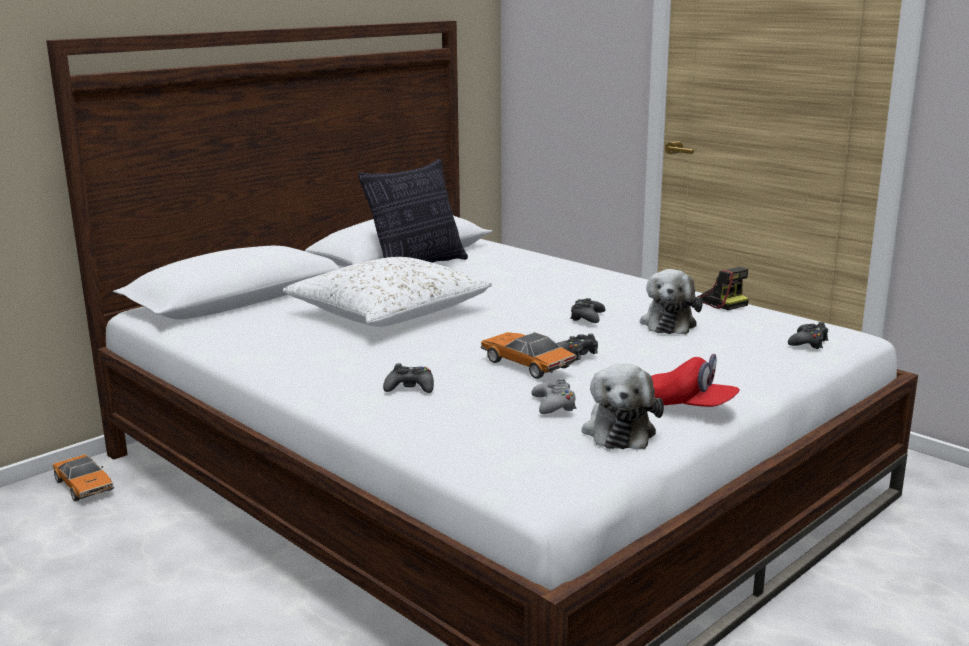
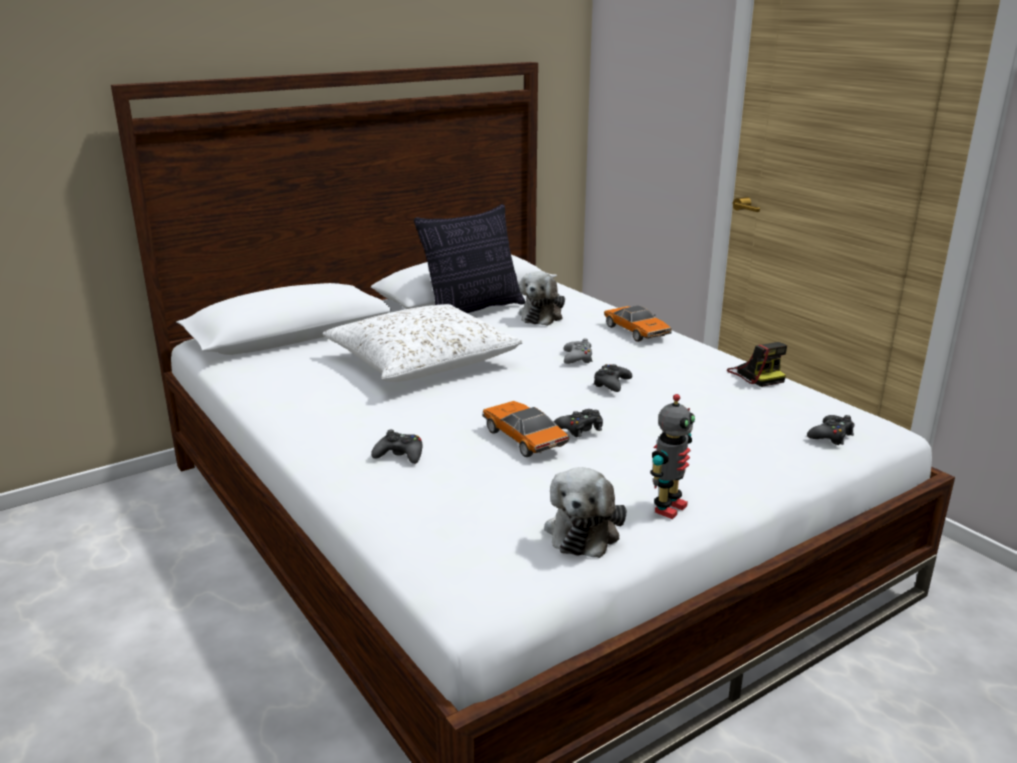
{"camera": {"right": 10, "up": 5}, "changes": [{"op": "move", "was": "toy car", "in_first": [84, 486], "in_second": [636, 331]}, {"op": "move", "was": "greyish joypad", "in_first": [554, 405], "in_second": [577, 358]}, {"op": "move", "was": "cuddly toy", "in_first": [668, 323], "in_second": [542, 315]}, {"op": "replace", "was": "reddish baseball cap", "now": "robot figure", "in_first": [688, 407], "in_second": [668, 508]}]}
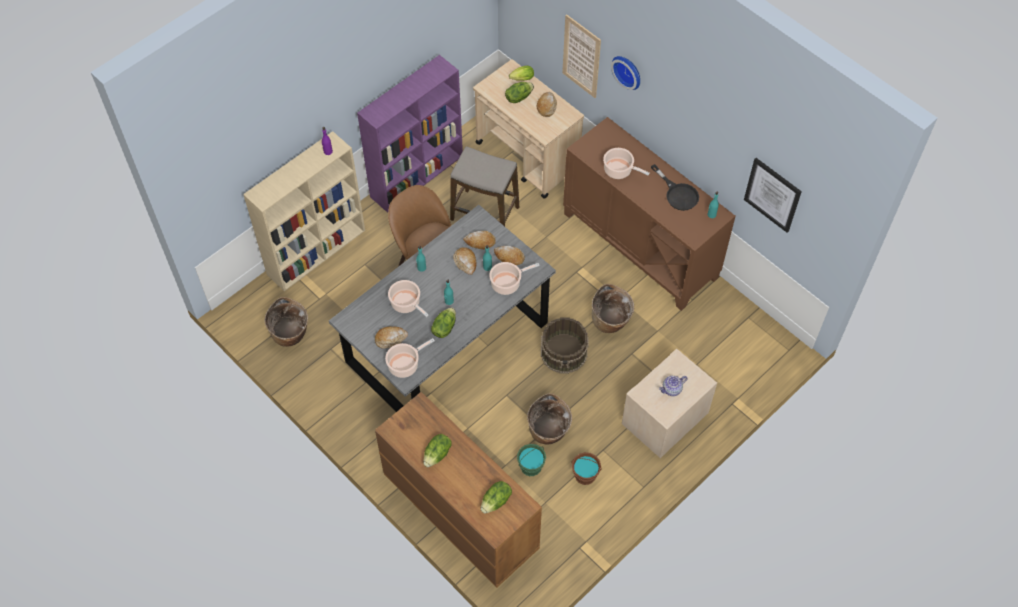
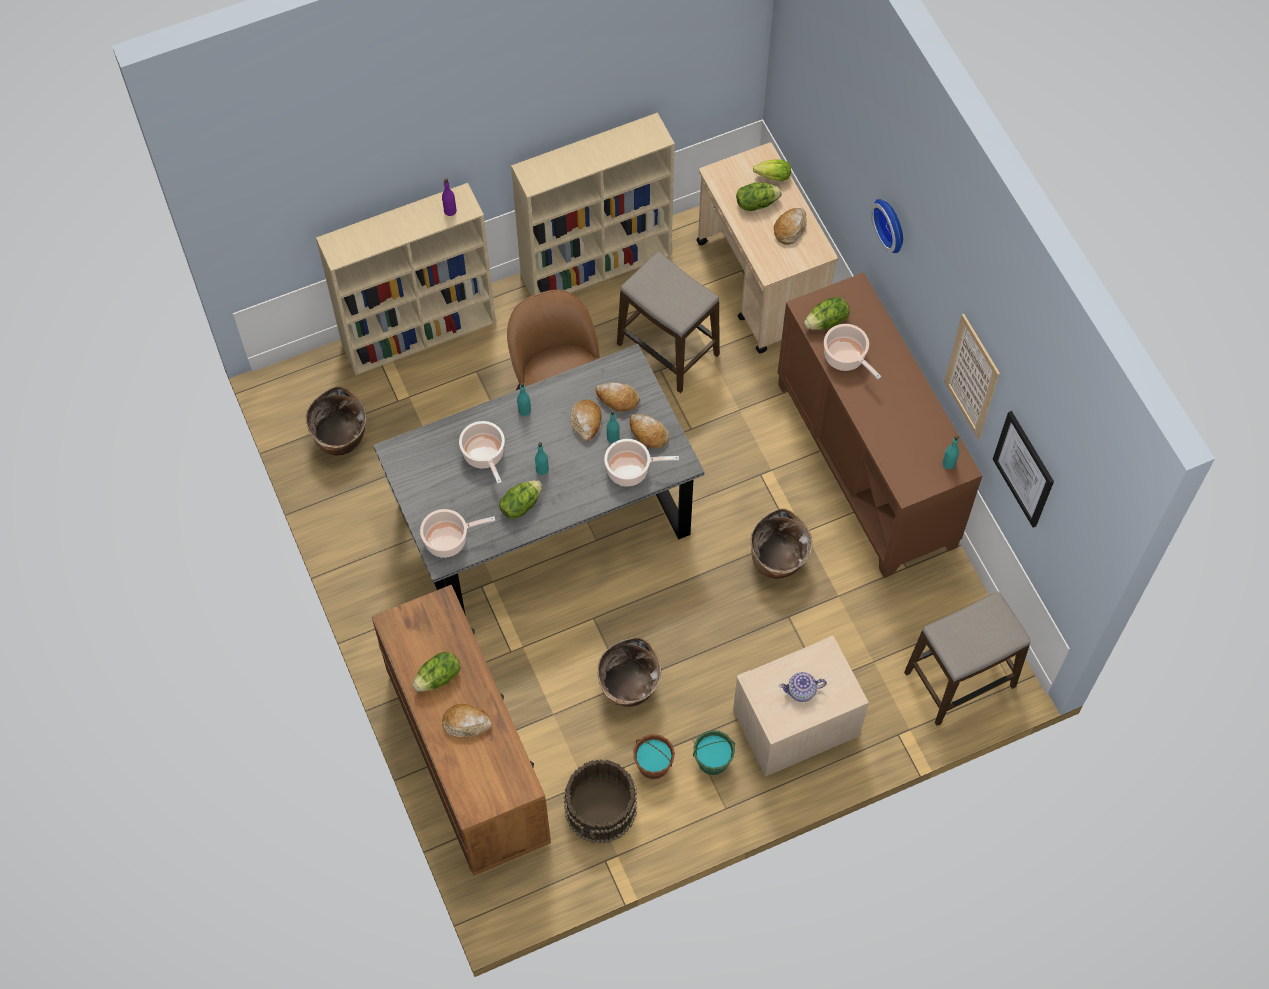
{"camera": {"right": 20, "up": 5}, "changes": [{"op": "recolor", "was": "purple shelving unit", "now": "sand-coloured shelving unit", "in_first": [417, 175], "in_second": [597, 264]}, {"op": "move", "was": "baked bread", "in_first": [391, 339], "in_second": [466, 723]}, {"op": "move", "was": "lettuce head", "in_first": [496, 501], "in_second": [827, 322]}, {"op": "move", "was": "green water bucket", "in_first": [531, 467], "in_second": [712, 761]}, {"op": "move", "was": "brown water bucket", "in_first": [564, 352], "in_second": [601, 808]}, {"op": "move", "was": "wall picture", "in_first": [581, 56], "in_second": [972, 377]}, {"op": "delete", "was": "blackish pan", "in_first": [678, 194]}, {"op": "insert", "now": "stool seat", "in_second": [960, 680]}]}
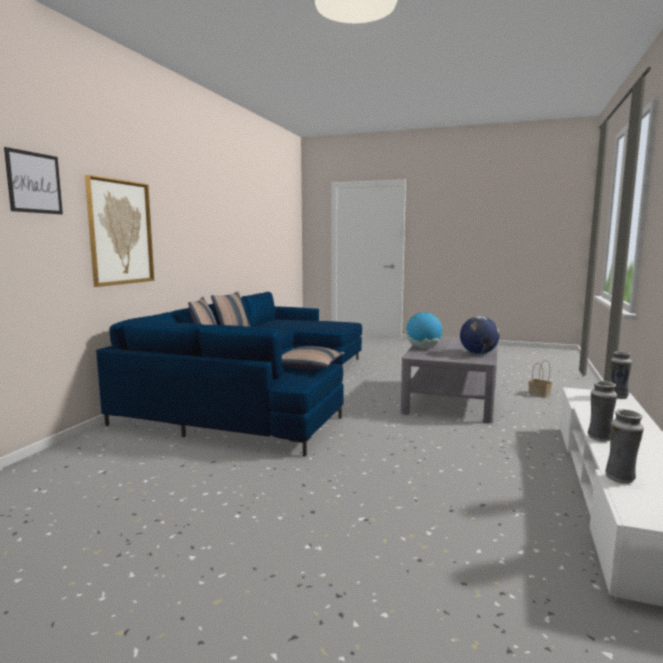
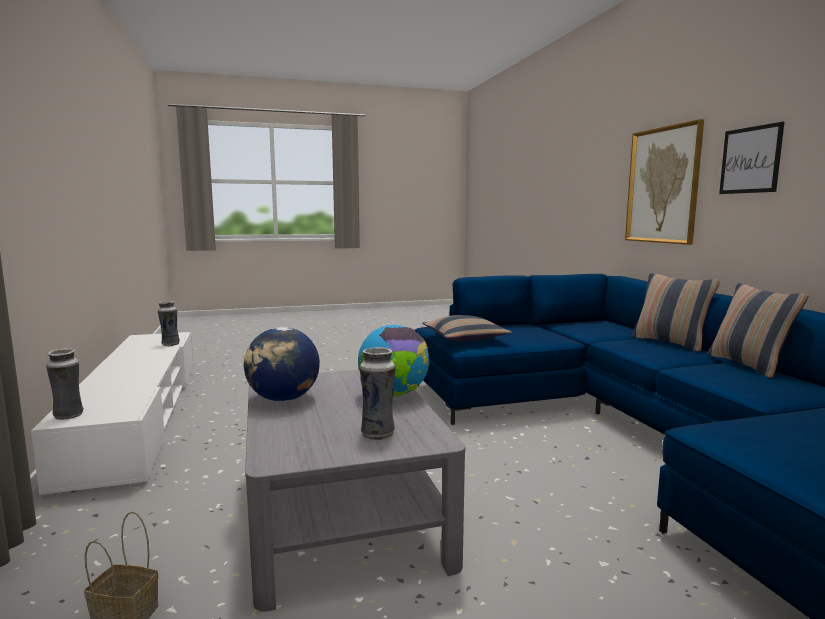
{"camera": {"right": 145, "up": 0}, "changes": [{"op": "move", "was": "wall picture", "in_first": [34, 182], "in_second": [750, 160]}, {"op": "move", "was": "vase", "in_first": [599, 438], "in_second": [378, 434]}]}
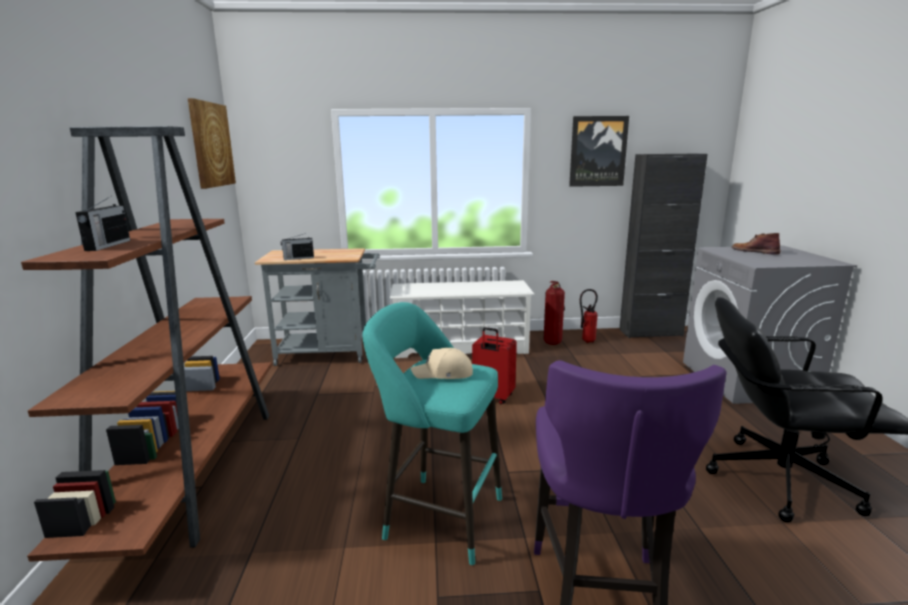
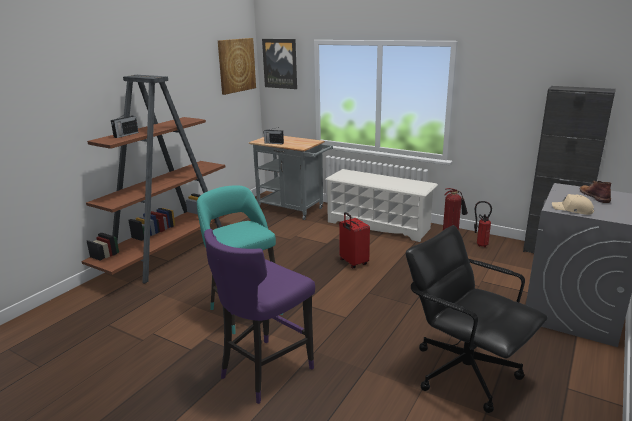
{"camera": {"right": 35, "up": 5}, "changes": [{"op": "move", "was": "sand-coloured baseball cap", "in_first": [443, 373], "in_second": [572, 210]}, {"op": "move", "was": "wall picture", "in_first": [598, 151], "in_second": [280, 63]}]}
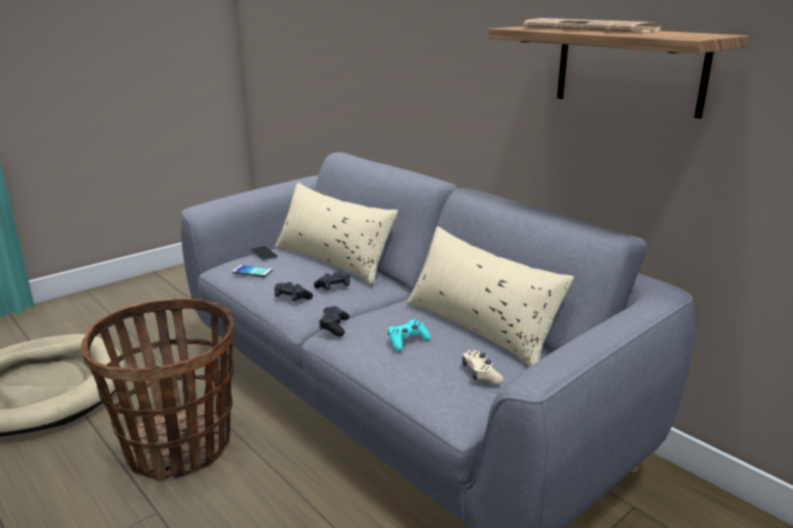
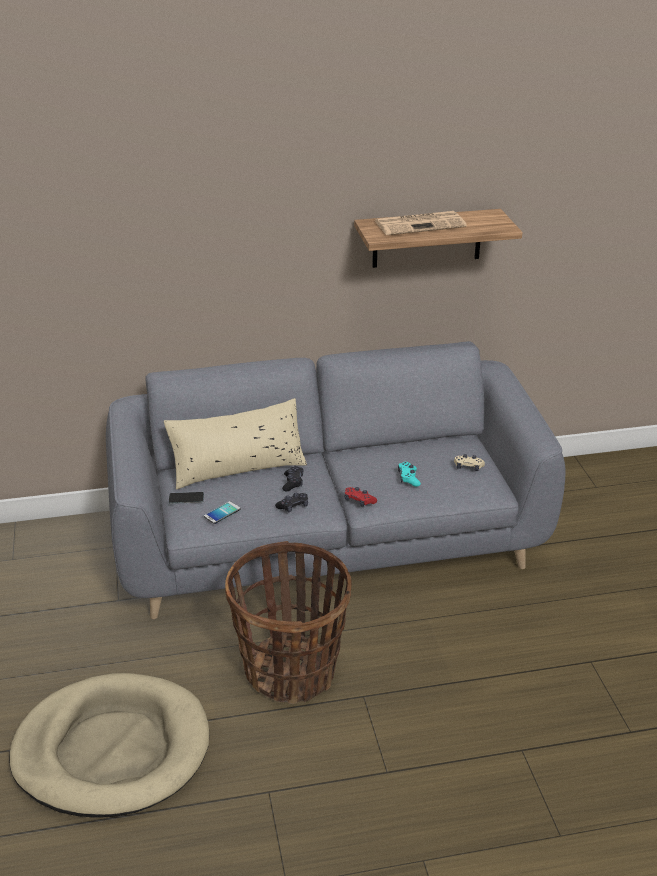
{"camera": {"right": -60, "up": 10}, "changes": [{"op": "recolor", "was": "blackish joypad", "now": "reddish joypad", "in_first": [334, 327], "in_second": [359, 501]}, {"op": "delete", "was": "sand-coloured cushion", "in_first": [480, 326]}]}
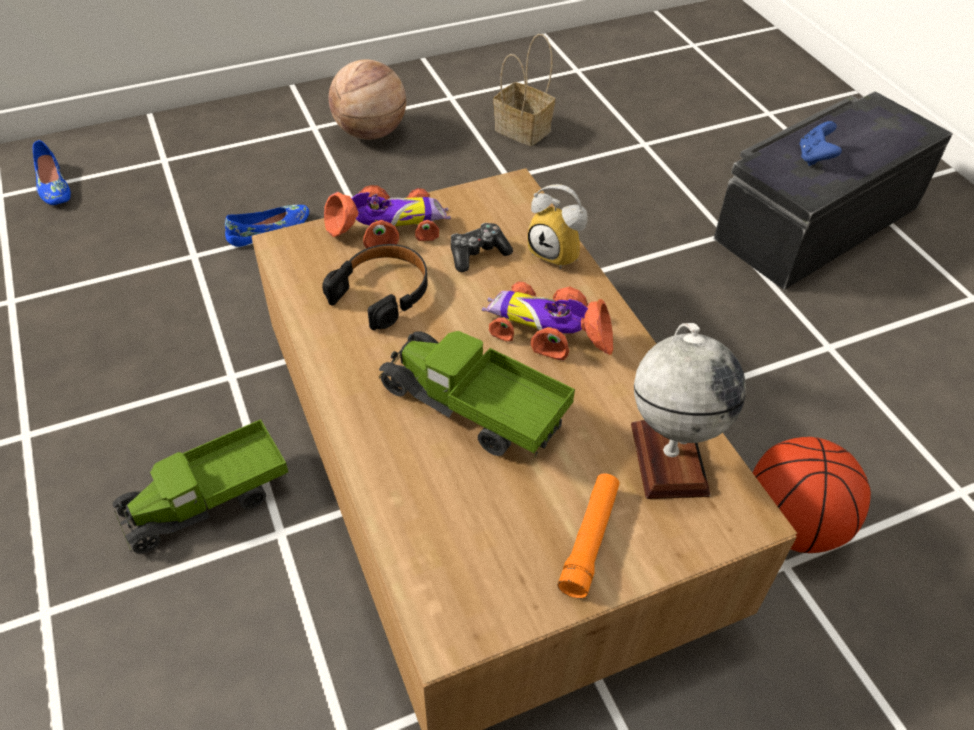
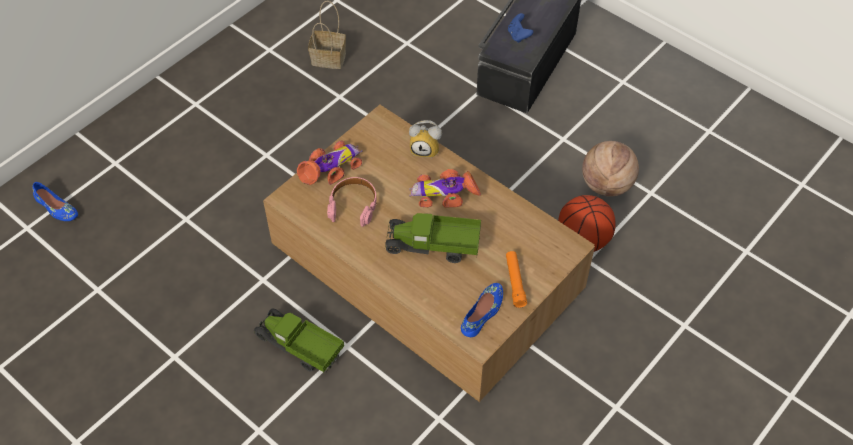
{"camera": {"right": -25, "up": 5}, "changes": [{"op": "rotate", "was": "toy lorry", "in_first": [208, 501], "in_second": [299, 347], "clockwise": 90}, {"op": "move", "was": "bluish item of footwear", "in_first": [270, 231], "in_second": [483, 313]}, {"op": "recolor", "was": "blackish headset", "now": "pinkish headset", "in_first": [382, 292], "in_second": [353, 205]}, {"op": "move", "was": "basketball", "in_first": [371, 132], "in_second": [606, 185]}, {"op": "delete", "was": "joypad", "in_first": [478, 254]}, {"op": "delete", "was": "world globe", "in_first": [668, 458]}]}
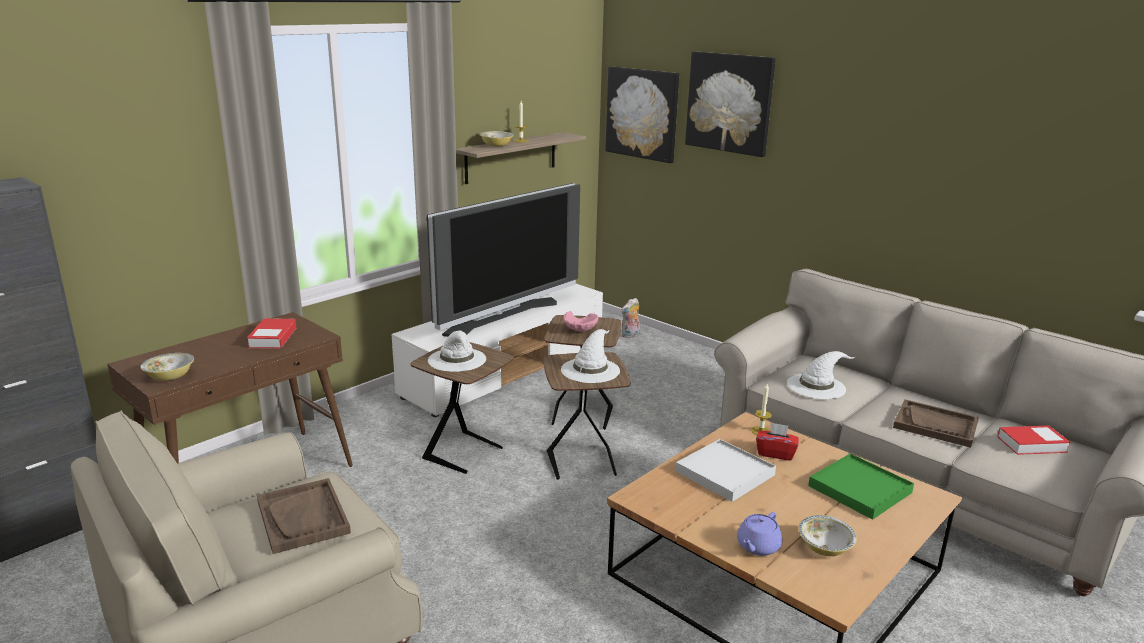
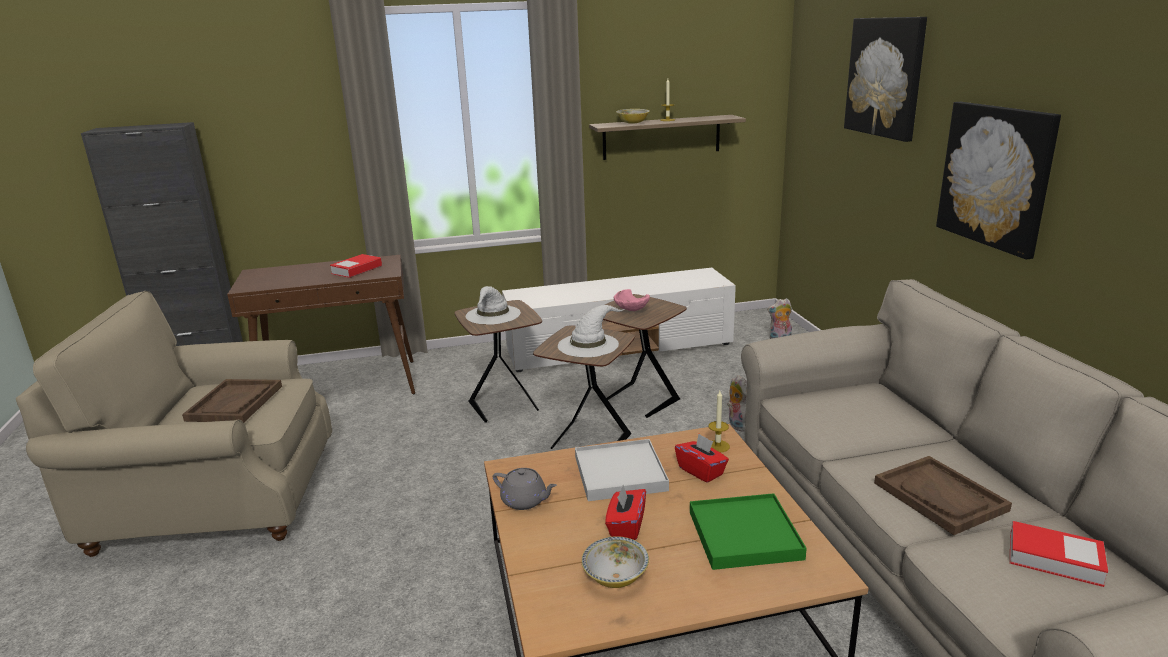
{"camera": {"right": 35, "up": 0}, "changes": [{"op": "delete", "was": "serving bowl", "in_first": [170, 377]}, {"op": "delete", "was": "television", "in_first": [503, 317]}, {"op": "move", "was": "wall picture", "in_first": [642, 113], "in_second": [996, 176]}, {"op": "delete", "was": "purple teapot", "in_first": [757, 547]}, {"op": "delete", "was": "white-coloured hat", "in_first": [816, 386]}, {"op": "insert", "now": "greyish teapot", "in_second": [525, 501]}, {"op": "insert", "now": "reddish tissue box", "in_second": [626, 526]}, {"op": "insert", "now": "cuddly toy", "in_second": [737, 425]}]}
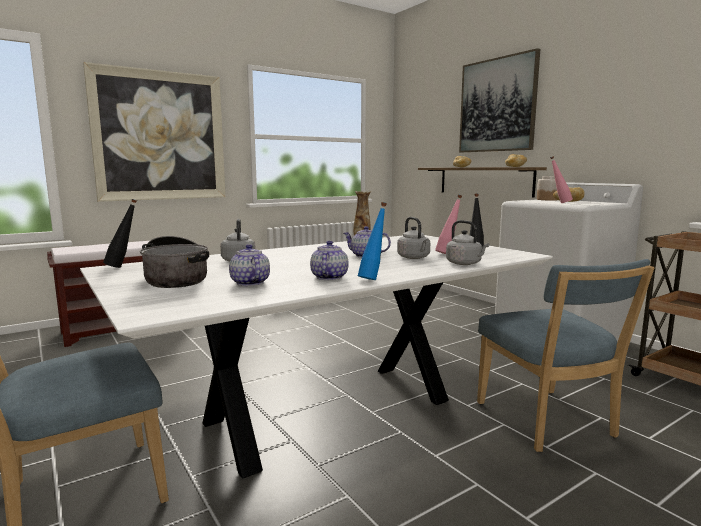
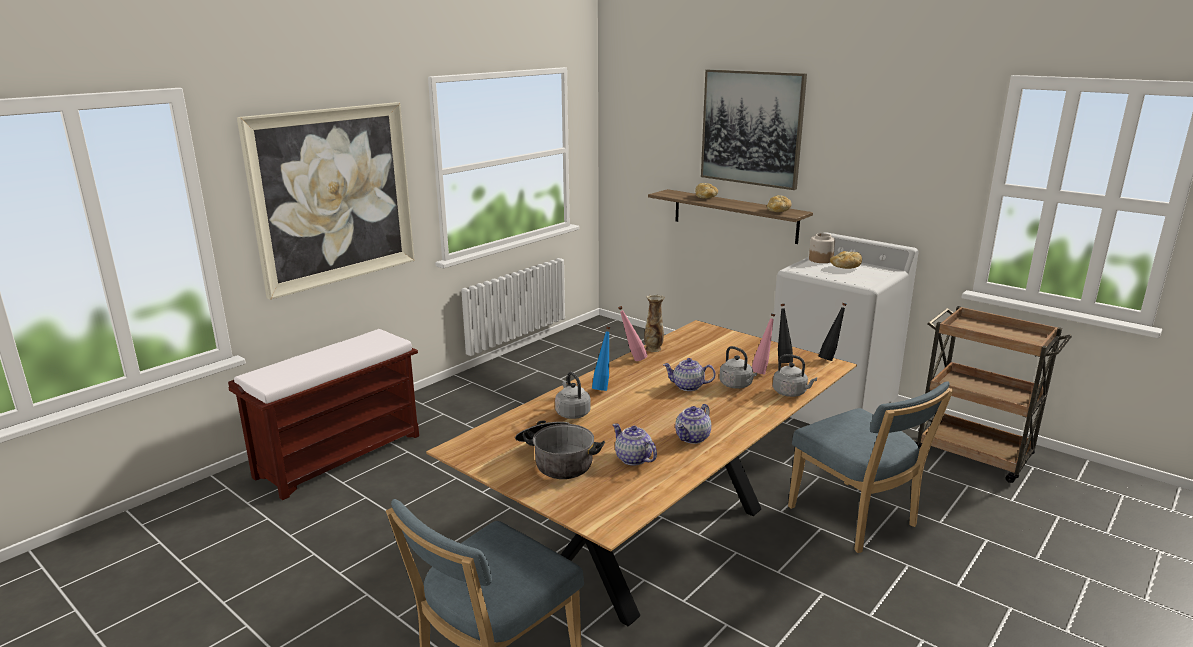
{"camera": {"right": -15, "up": 10}, "changes": [{"op": "recolor", "was": "white-coloured dining table", "now": "brown dining table", "in_first": [332, 411], "in_second": [660, 540]}, {"op": "move", "was": "blackish bottle", "in_first": [123, 267], "in_second": [830, 358]}, {"op": "rotate", "was": "teapot", "in_first": [328, 277], "in_second": [693, 438], "clockwise": -135}, {"op": "move", "was": "bluish bottle", "in_first": [373, 279], "in_second": [602, 388]}, {"op": "move", "was": "pinkish bottle", "in_first": [559, 203], "in_second": [632, 359]}]}
